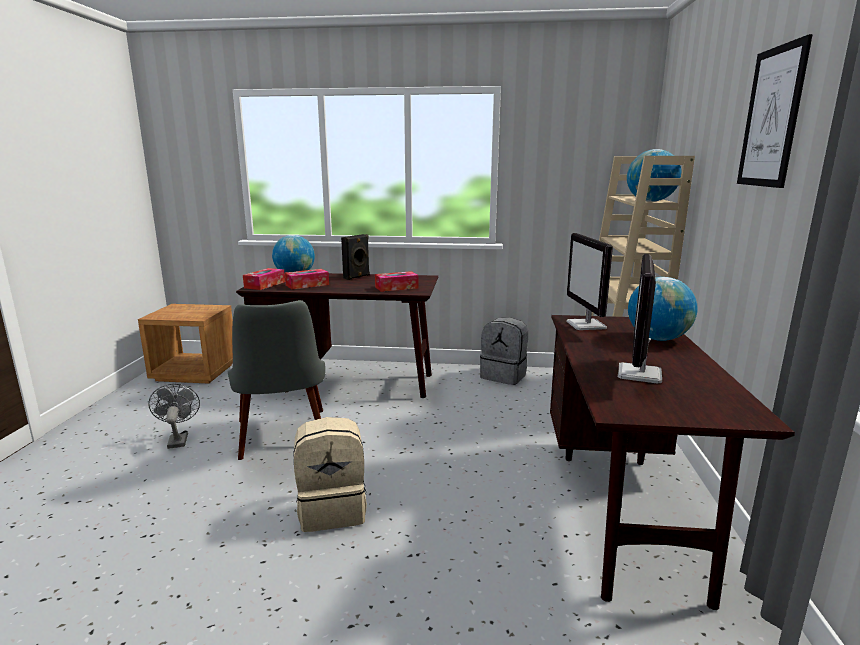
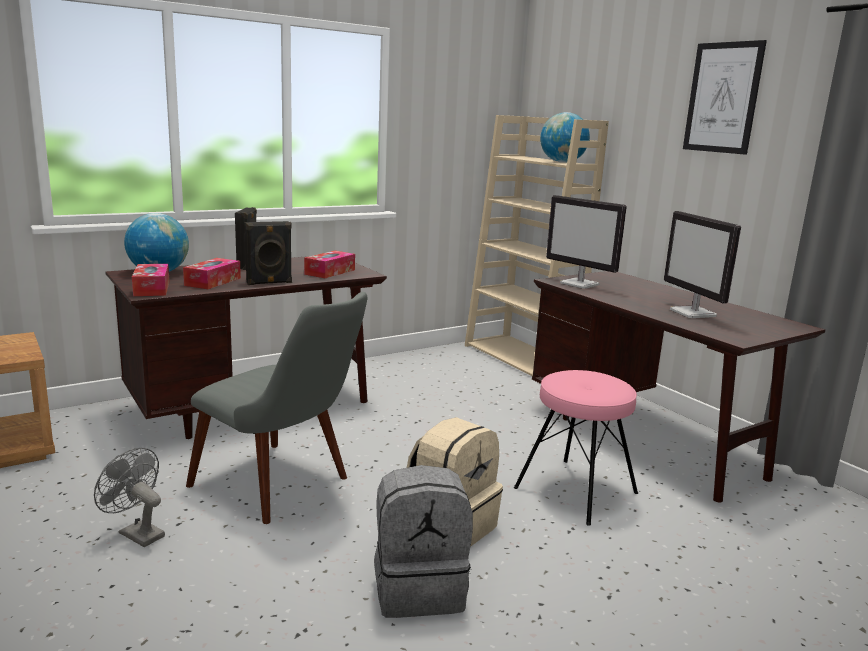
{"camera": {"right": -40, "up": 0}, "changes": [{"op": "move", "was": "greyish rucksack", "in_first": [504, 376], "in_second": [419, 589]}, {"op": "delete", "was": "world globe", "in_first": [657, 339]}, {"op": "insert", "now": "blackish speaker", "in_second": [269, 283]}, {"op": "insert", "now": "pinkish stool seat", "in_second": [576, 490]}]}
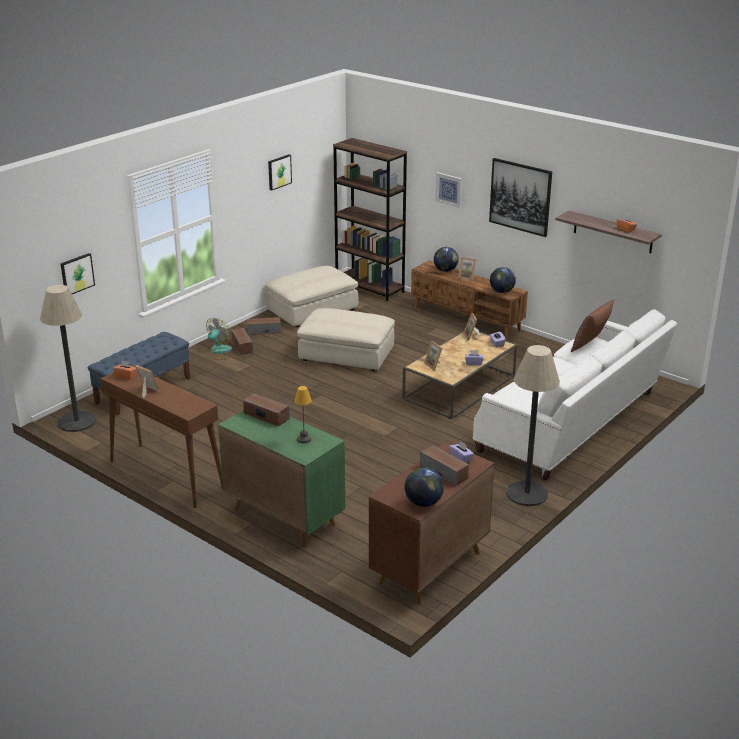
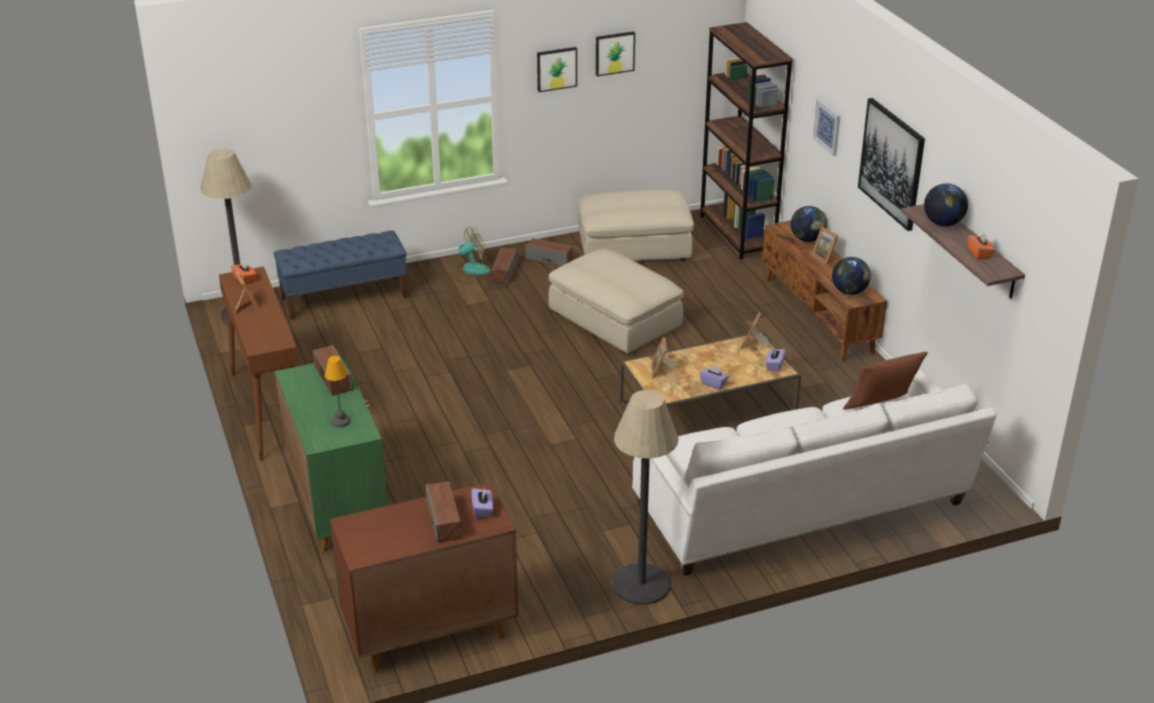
{"camera": {"right": 30, "up": 5}, "changes": [{"op": "move", "was": "wall picture", "in_first": [76, 274], "in_second": [556, 68]}, {"op": "move", "was": "world globe", "in_first": [423, 502], "in_second": [943, 223]}]}
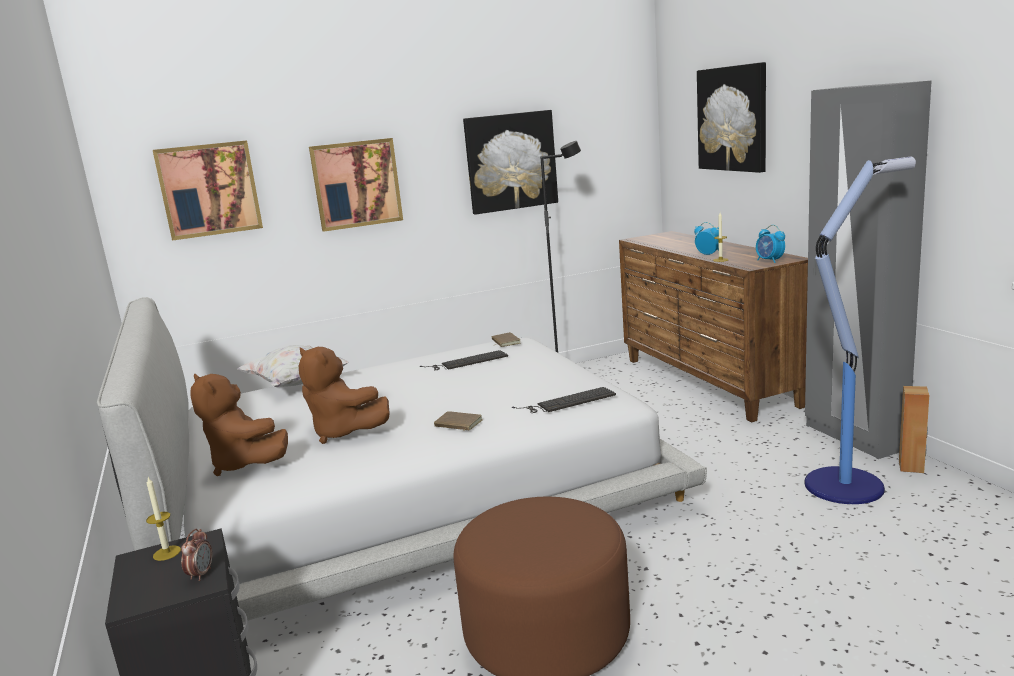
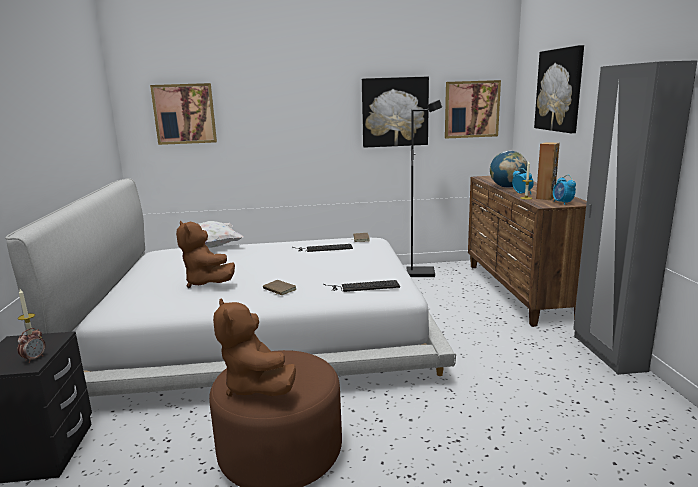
{"camera": {"right": 15, "up": 0}, "changes": [{"op": "move", "was": "brown cuddly toy", "in_first": [244, 464], "in_second": [256, 386]}, {"op": "move", "was": "wall picture", "in_first": [356, 184], "in_second": [471, 109]}, {"op": "delete", "was": "standard lamp", "in_first": [846, 485]}, {"op": "move", "was": "brown speaker", "in_first": [911, 467], "in_second": [545, 198]}, {"op": "insert", "now": "world globe", "in_second": [507, 187]}]}
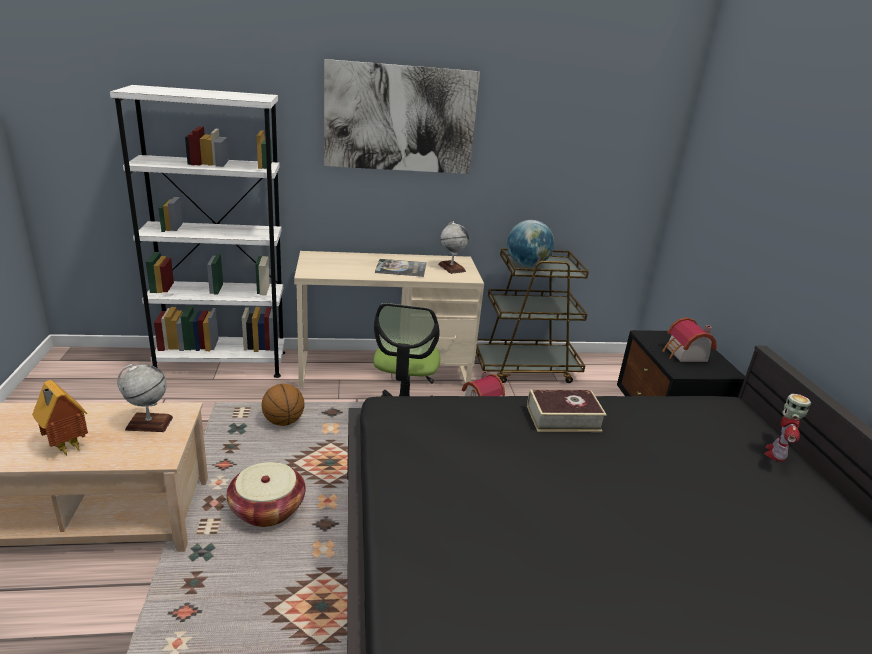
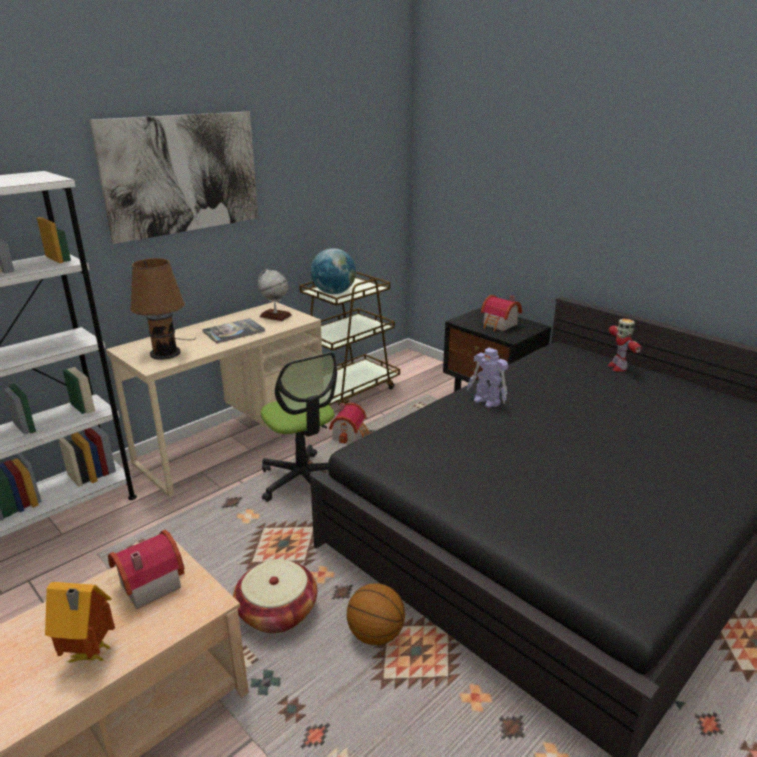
{"camera": {"right": -35, "up": 0}, "changes": [{"op": "replace", "was": "world globe", "now": "toy house", "in_first": [149, 423], "in_second": [147, 583]}, {"op": "move", "was": "basketball", "in_first": [283, 421], "in_second": [375, 634]}, {"op": "replace", "was": "volume", "now": "robot figure", "in_first": [563, 418], "in_second": [487, 401]}, {"op": "insert", "now": "brown lamp for a table", "in_second": [166, 352]}]}
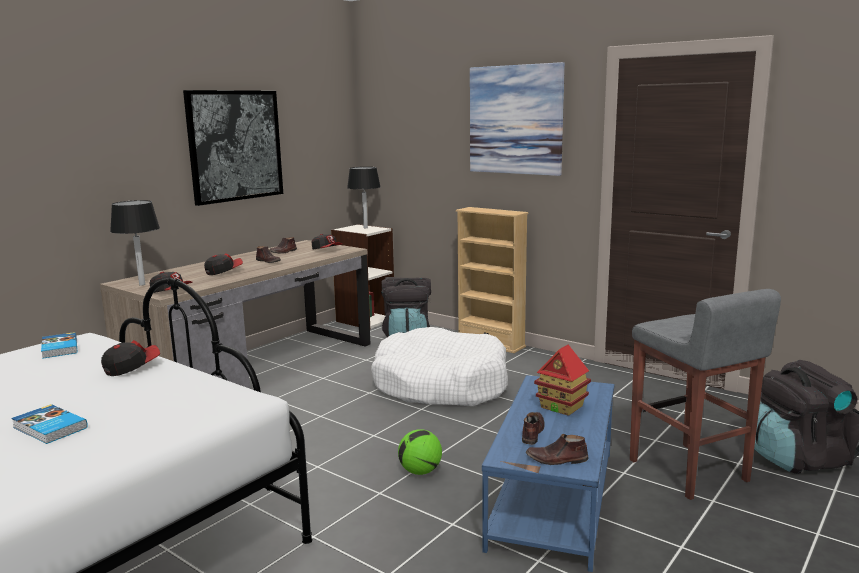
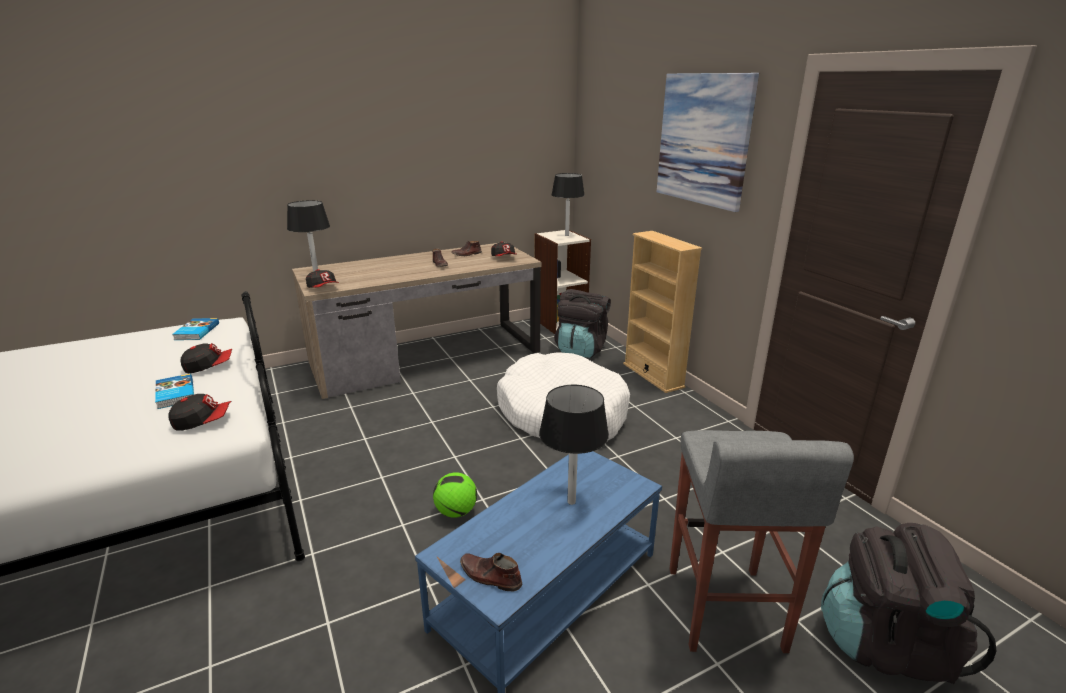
{"camera": {"right": 25, "up": 10}, "changes": [{"op": "move", "was": "volume", "in_first": [49, 428], "in_second": [174, 394]}, {"op": "delete", "was": "wall picture", "in_first": [235, 145]}, {"op": "move", "was": "baseball cap", "in_first": [223, 272], "in_second": [203, 421]}, {"op": "delete", "was": "brown item of footwear", "in_first": [532, 433]}, {"op": "replace", "was": "toy house", "now": "blackish lamp for a table", "in_first": [562, 407], "in_second": [571, 502]}]}
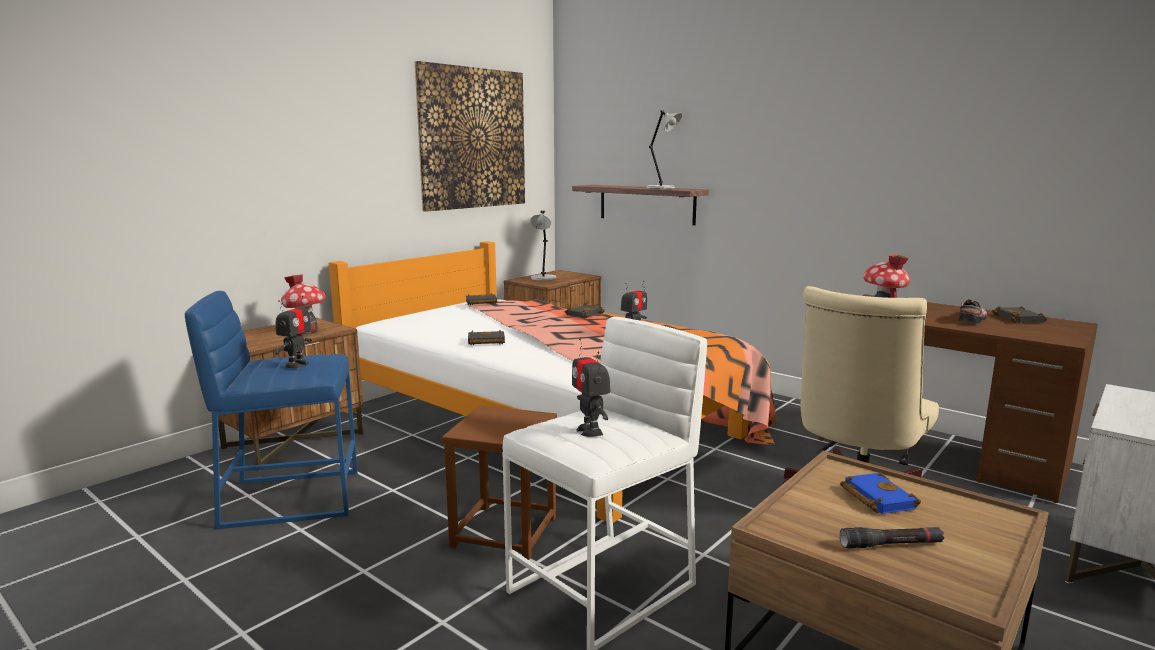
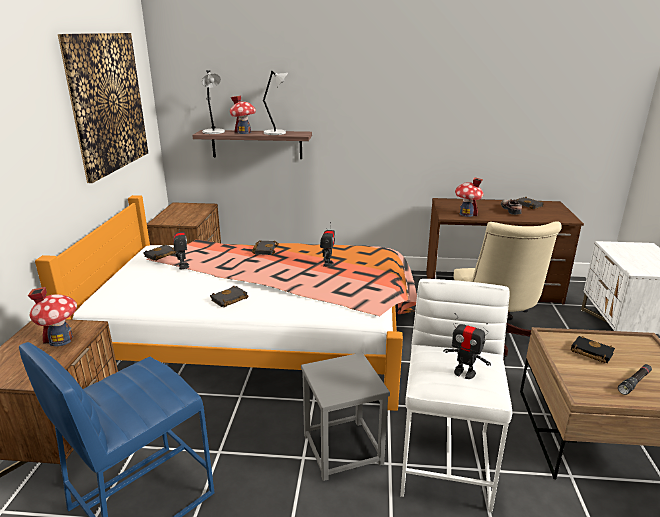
{"camera": {"right": -35, "up": 10}, "changes": [{"op": "move", "was": "robot figure", "in_first": [297, 364], "in_second": [183, 266]}, {"op": "recolor", "was": "brown stool seat", "now": "greyish stool seat", "in_first": [503, 531], "in_second": [342, 449]}, {"op": "move", "was": "greyish lamp for a table", "in_first": [543, 278], "in_second": [214, 132]}, {"op": "recolor", "was": "bluish volume", "now": "blackish volume", "in_first": [875, 498], "in_second": [590, 352]}, {"op": "insert", "now": "toy house", "in_second": [244, 132]}]}
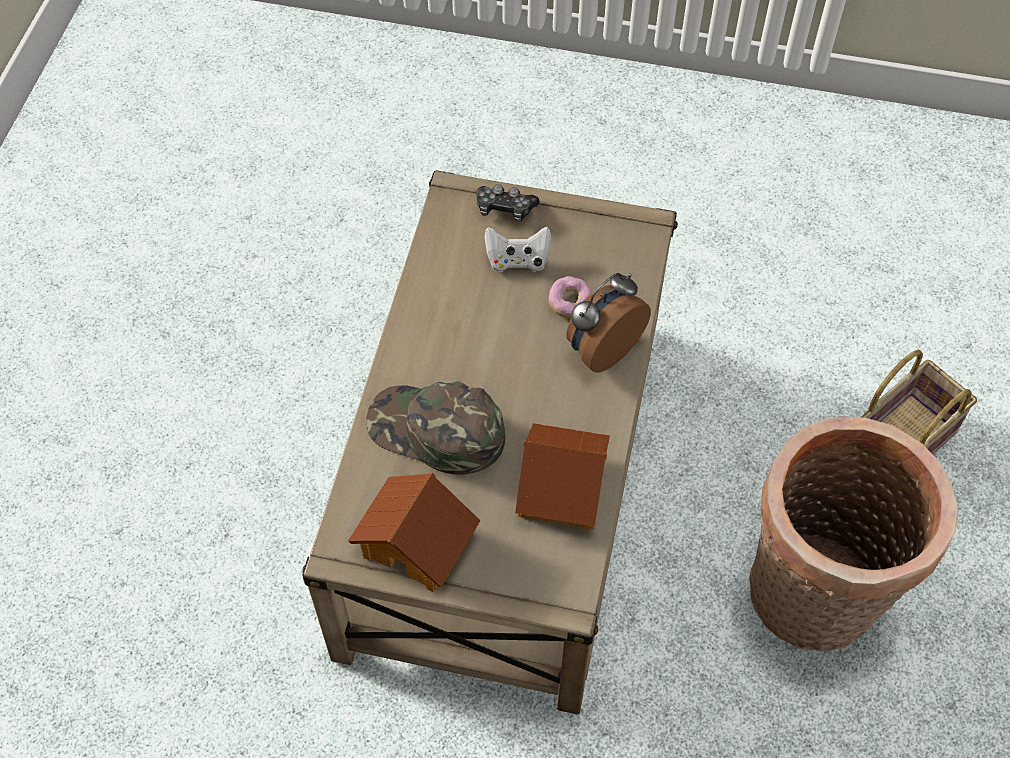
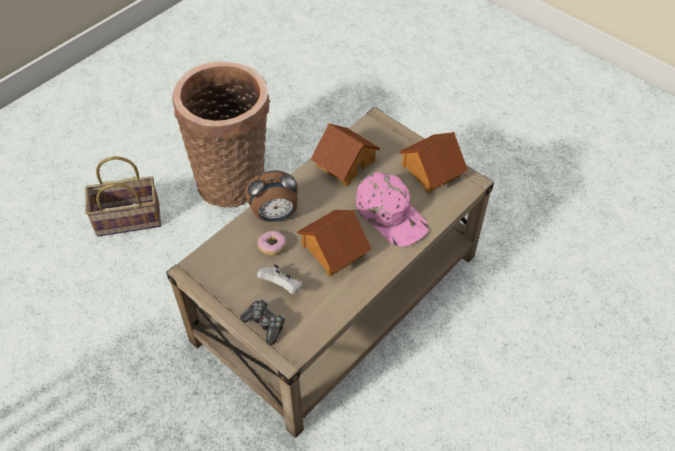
{"camera": {"right": -150, "up": -5}, "changes": [{"op": "recolor", "was": "green baseball cap", "now": "pinkish baseball cap", "in_first": [435, 431], "in_second": [391, 215]}, {"op": "insert", "now": "toy house", "in_second": [332, 250]}]}
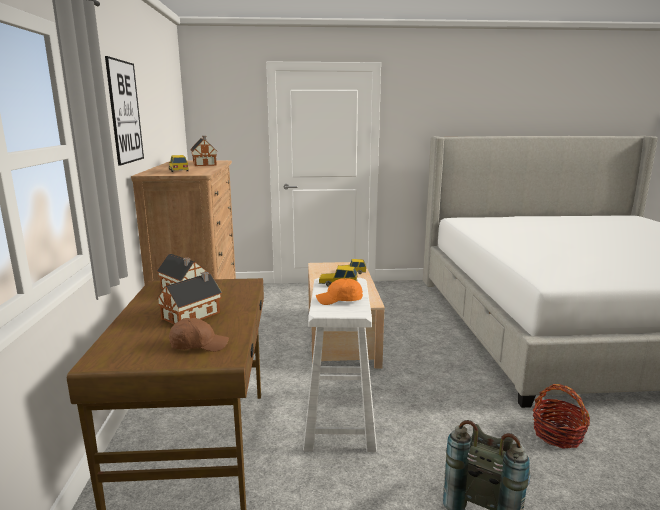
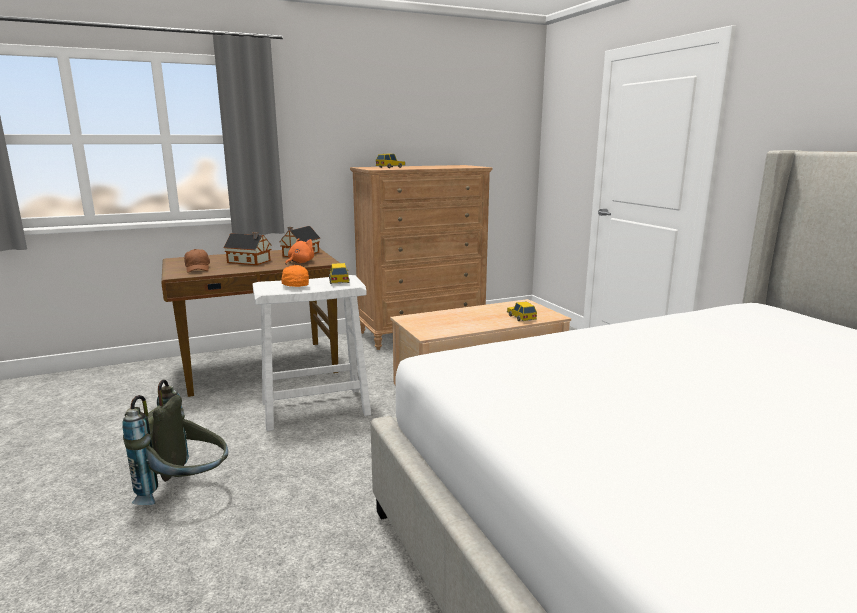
{"camera": {"right": 70, "up": 0}, "changes": [{"op": "delete", "was": "wall picture", "in_first": [125, 112]}, {"op": "delete", "was": "toy house", "in_first": [204, 164]}, {"op": "delete", "was": "basket", "in_first": [557, 434]}, {"op": "insert", "now": "orange cuddly toy", "in_second": [300, 262]}]}
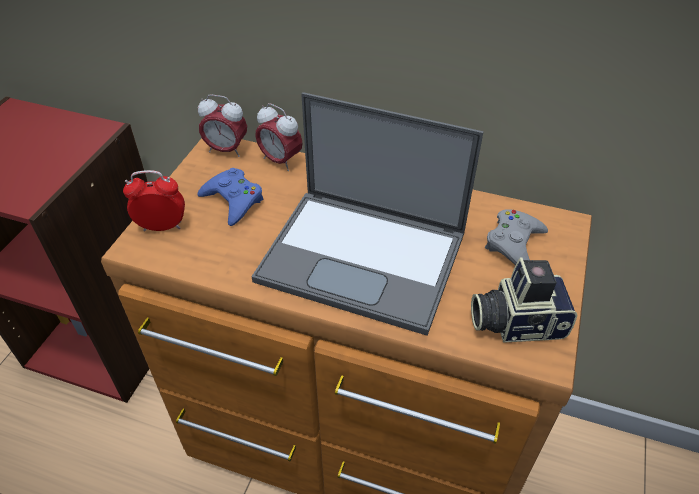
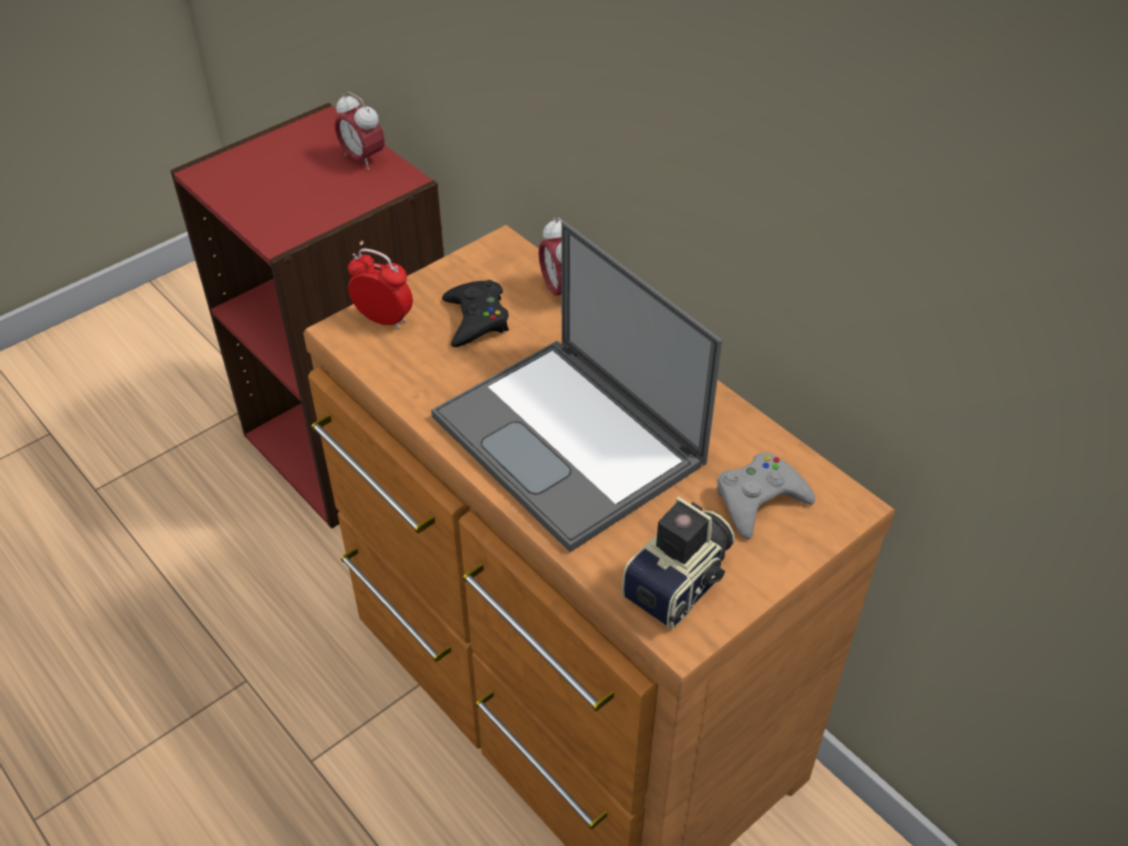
{"camera": {"right": 30, "up": 0}, "changes": [{"op": "recolor", "was": "bluish joypad", "now": "blackish joypad", "in_first": [233, 200], "in_second": [476, 319]}, {"op": "move", "was": "table clock", "in_first": [226, 150], "in_second": [362, 159]}, {"op": "rotate", "was": "still camera", "in_first": [516, 321], "in_second": [682, 583], "clockwise": 105}]}
